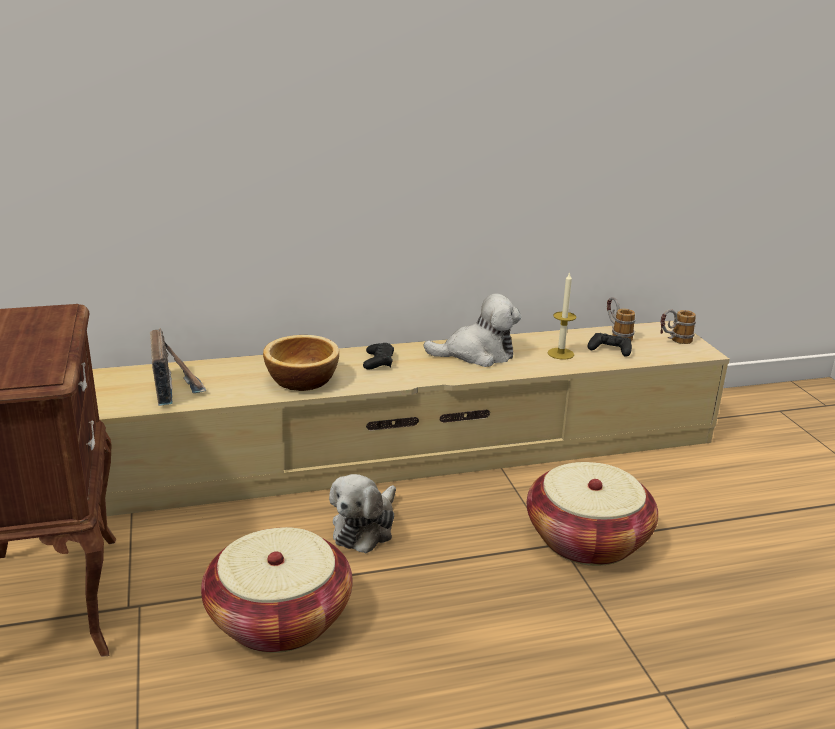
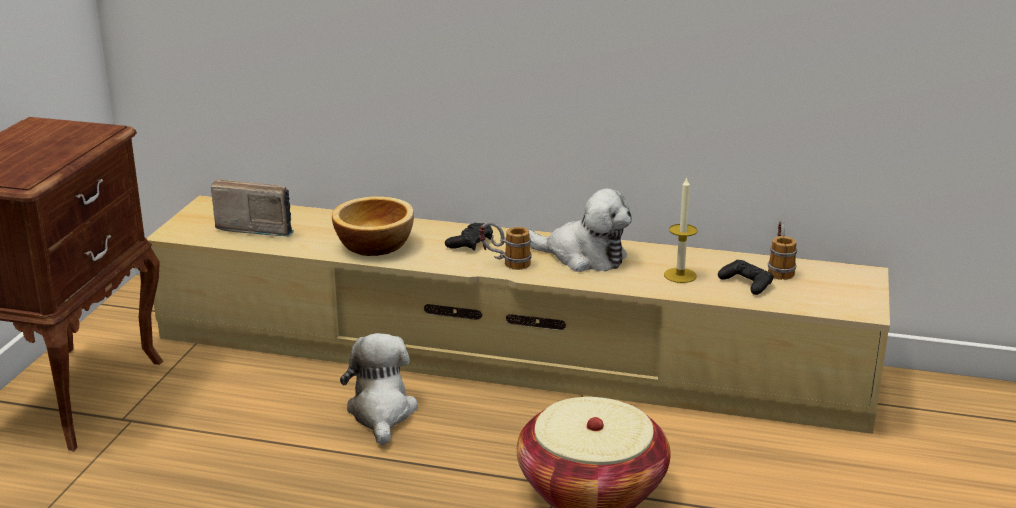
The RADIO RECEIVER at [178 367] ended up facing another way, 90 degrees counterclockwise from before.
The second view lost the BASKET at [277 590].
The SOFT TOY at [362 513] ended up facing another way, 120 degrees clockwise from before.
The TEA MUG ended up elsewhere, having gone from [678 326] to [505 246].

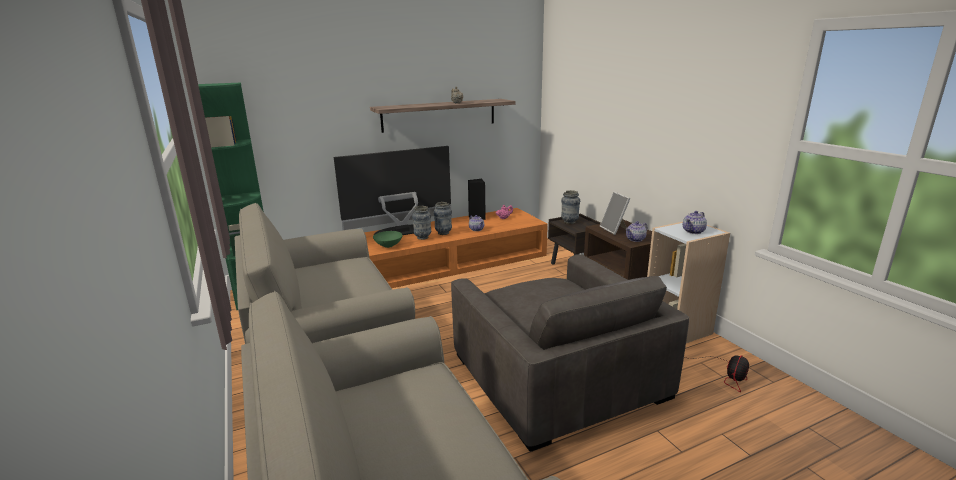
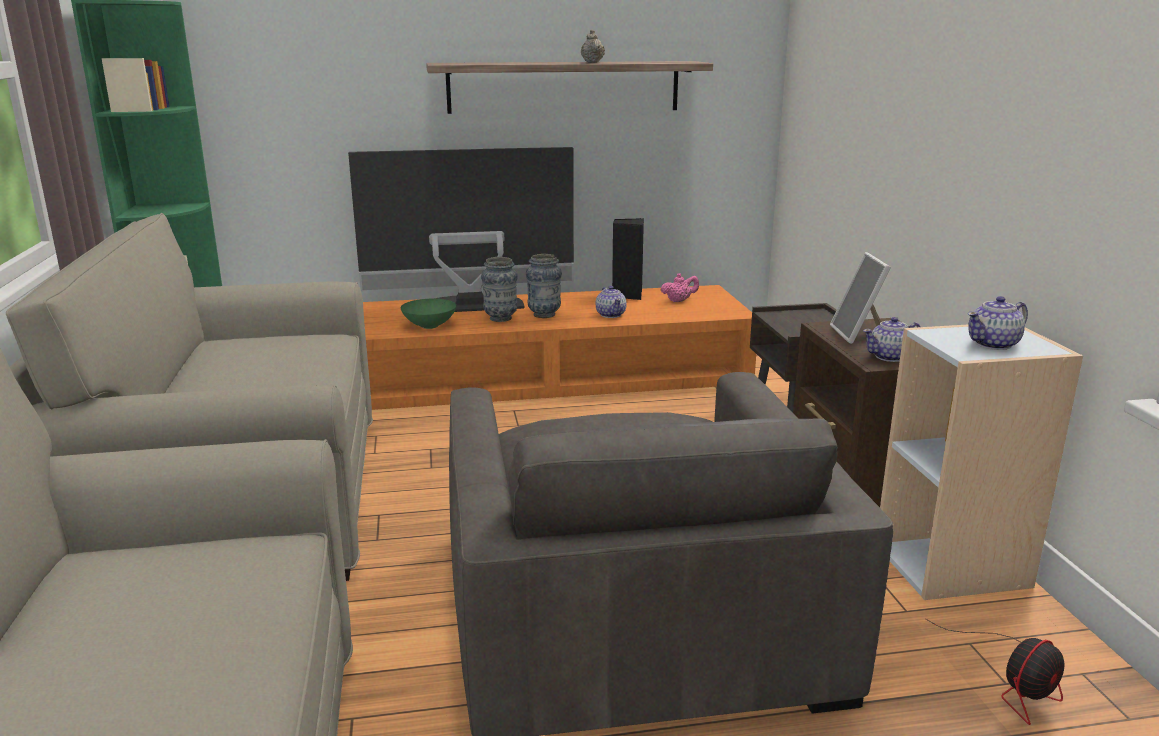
The second view lost the DECORATIVE VASE at [570 207].

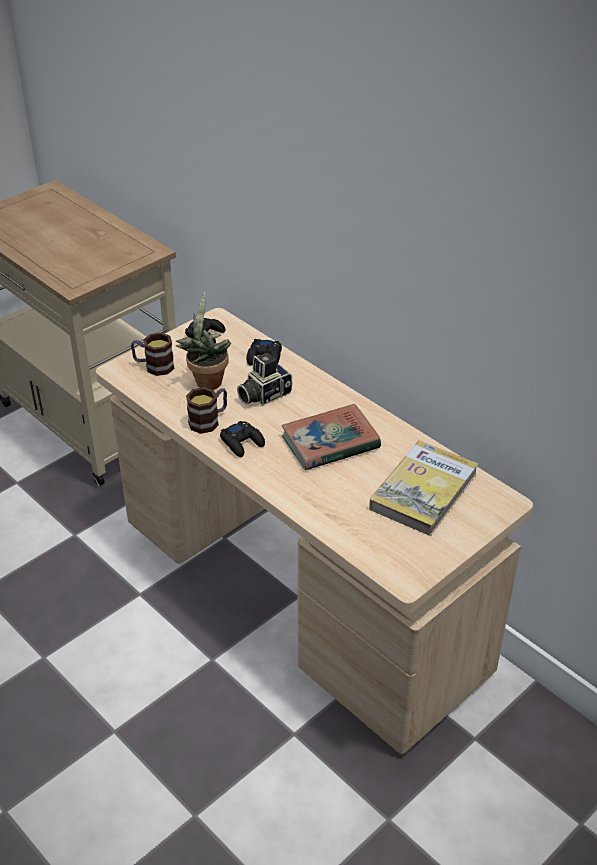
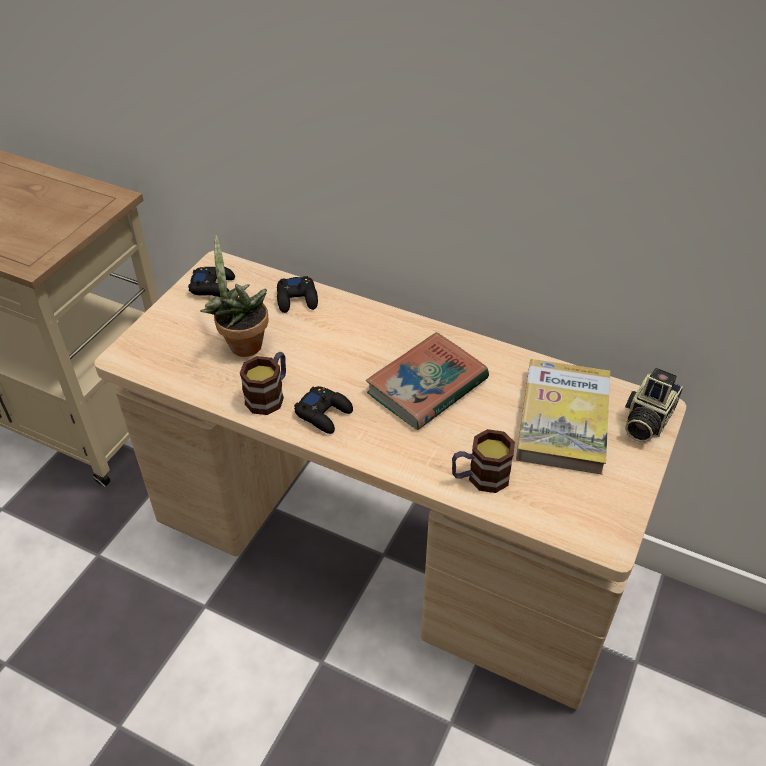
The TEA MUG ended up elsewhere, having gone from [153 354] to [483 461].
The STILL CAMERA ended up elsewhere, having gone from [264 379] to [654 405].

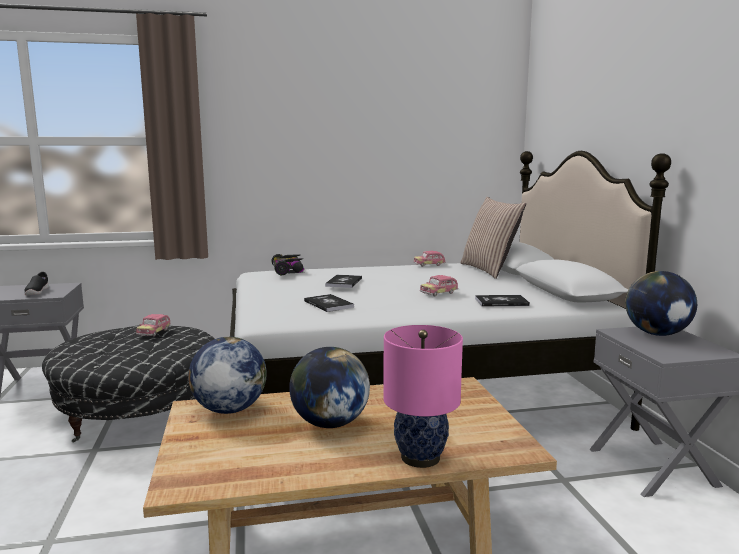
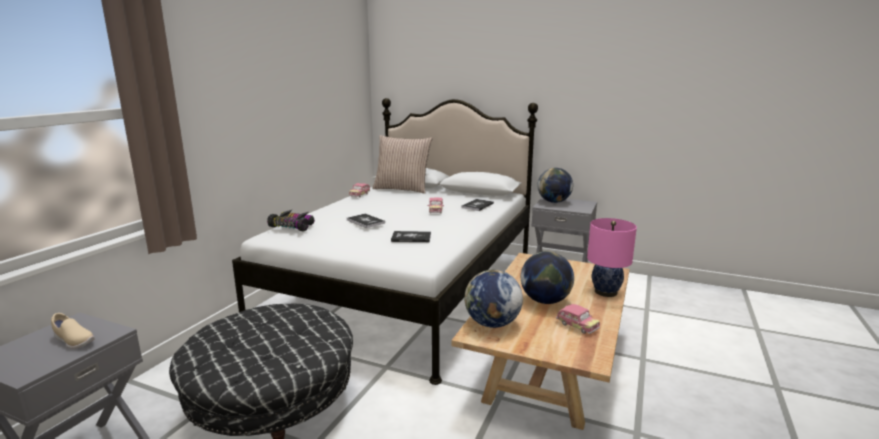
What was the BLACK ITEM OF FOOTWEAR at [37 283] turned into the BEIGE-COLOURED ITEM OF FOOTWEAR at [73 331].
The TOY CAR ended up elsewhere, having gone from [153 325] to [578 319].

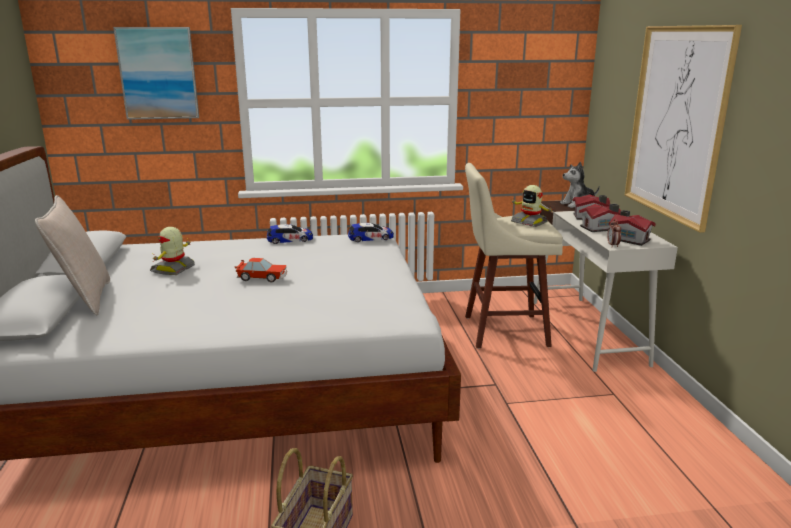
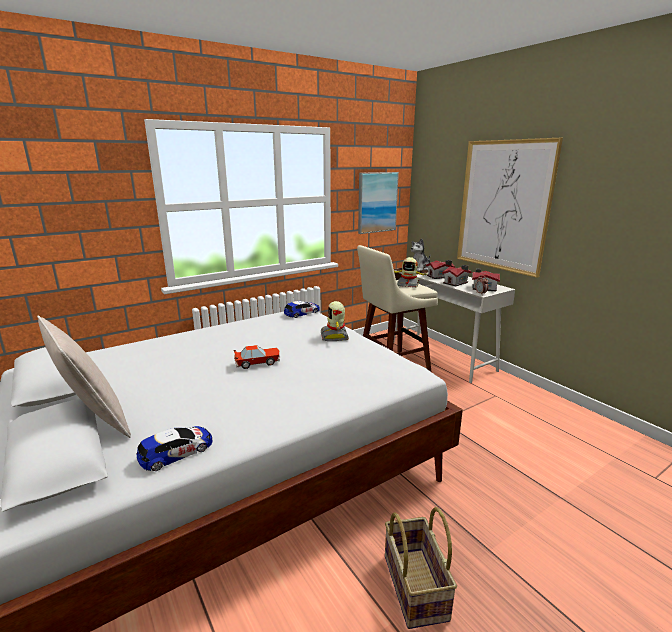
The PICTURE ended up elsewhere, having gone from [156 73] to [378 203].
The MODEL ROBOT ended up elsewhere, having gone from [172 251] to [335 321].
The TOY CAR ended up elsewhere, having gone from [290 234] to [175 448].

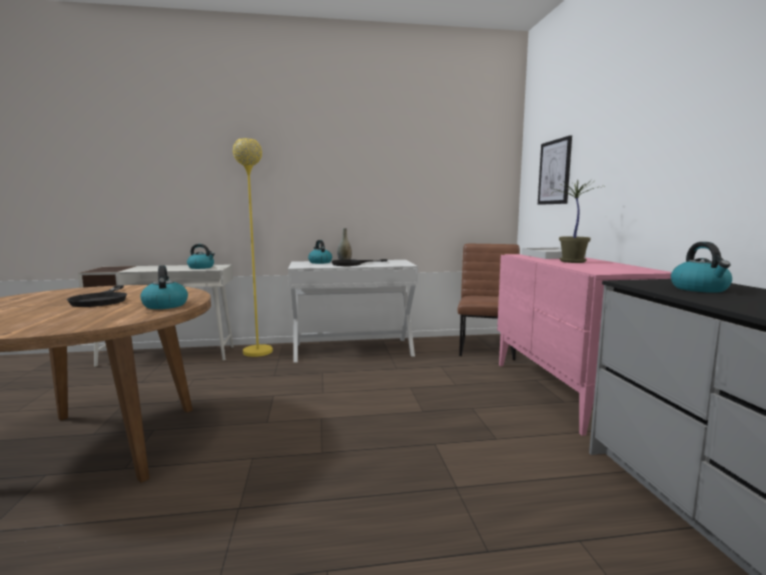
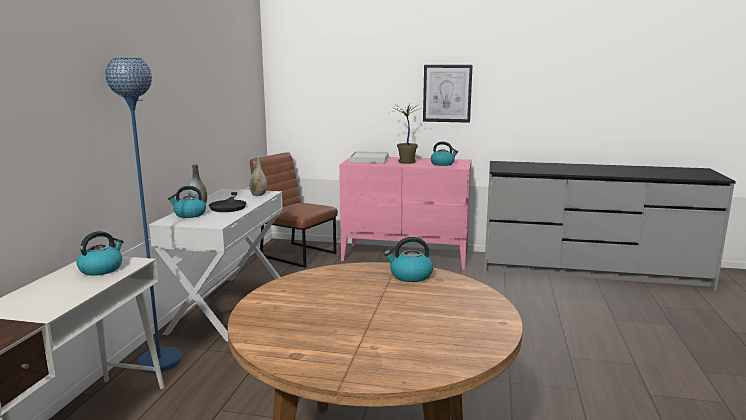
The second view lost the BLACK SKILLET at [97 296].
What was the YELLOWISH STANDARD LAMP at [253 247] turned into the BLUE-COLOURED STANDARD LAMP at [143 215].
The PICTURE ended up elsewhere, having gone from [555 170] to [448 94].
The KETTLE ended up elsewhere, having gone from [701 267] to [444 153].
The second view gained the GRAY DECORATIVE VASE at [258 176].

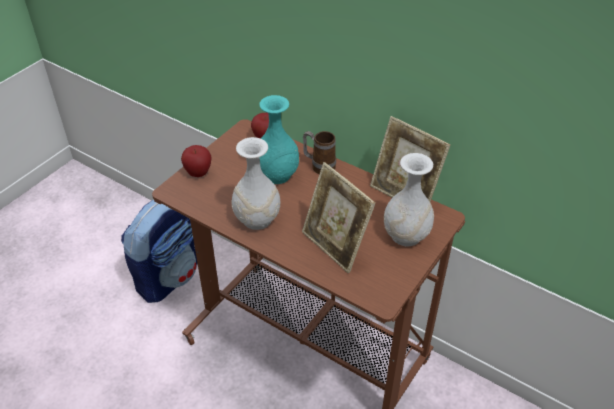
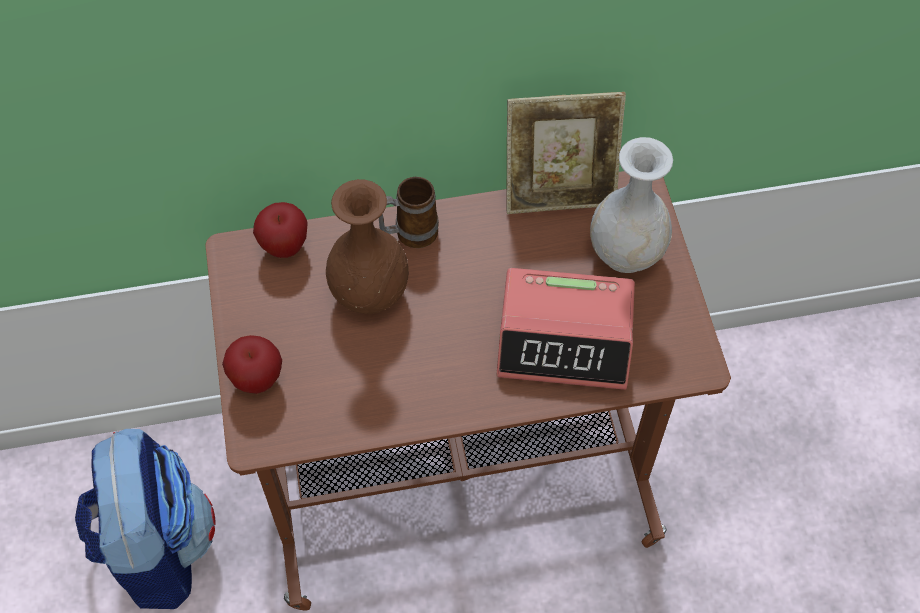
The second view lost the WHITISH DECORATIVE VASE at [256 183].
What was the TURQUOISE-COLOURED DECORATIVE VASE at [279 139] turned into the BROWN-COLOURED DECORATIVE VASE at [367 246].
Where the PHOTO FRAME stood at [338 217], the ALARM CLOCK came to stand at [565 329].

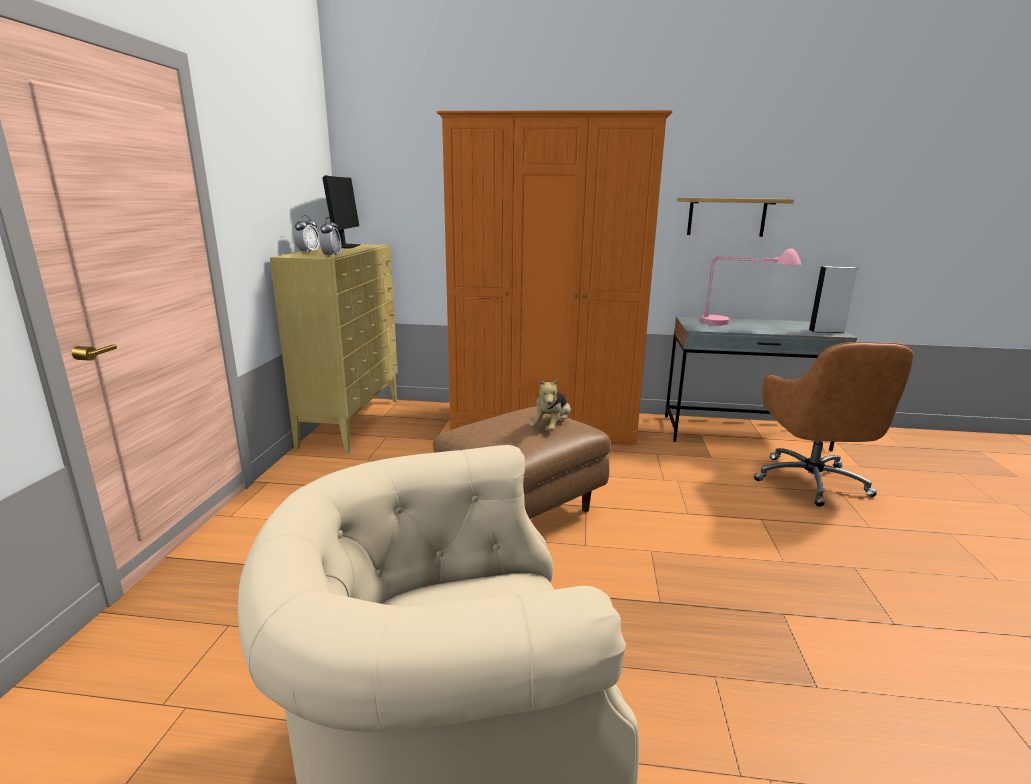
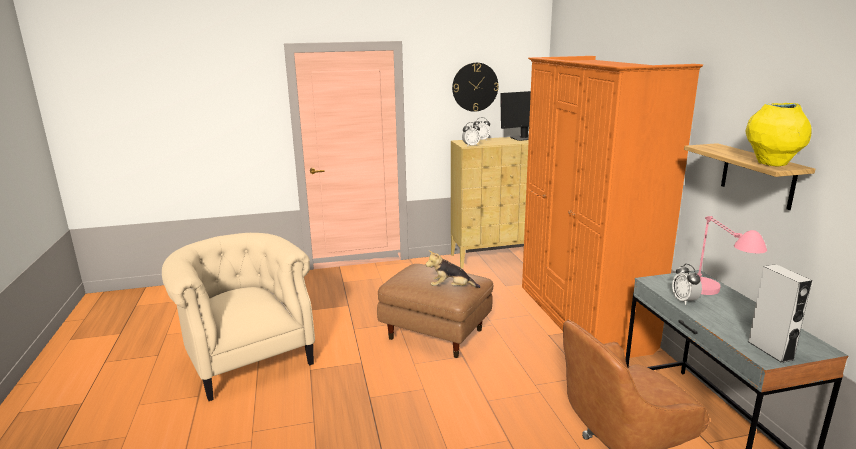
The second view gained the WALL CLOCK at [475 87].
The second view gained the ALARM CLOCK at [687 284].
The second view gained the YELLOWISH DECORATIVE VASE at [779 134].

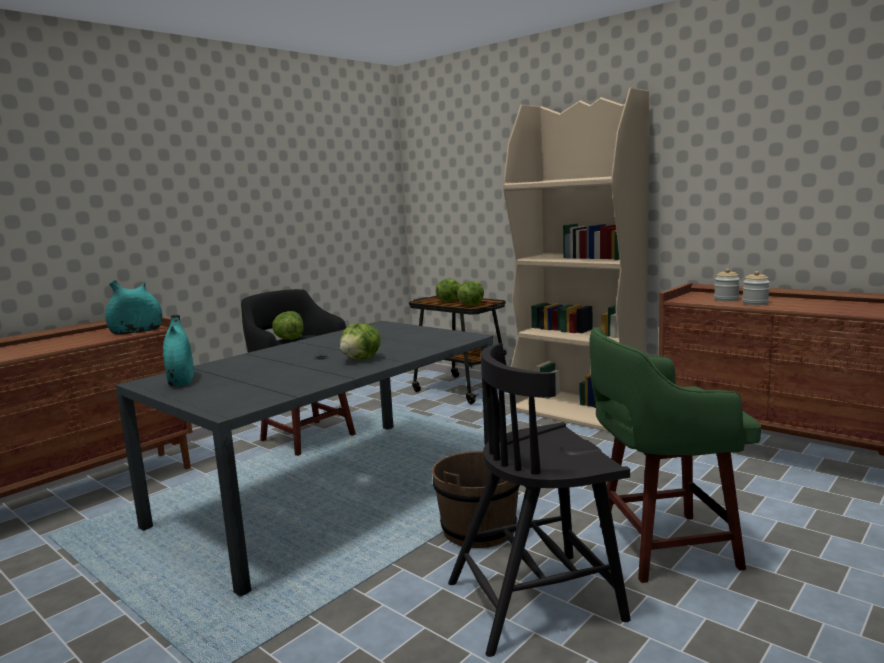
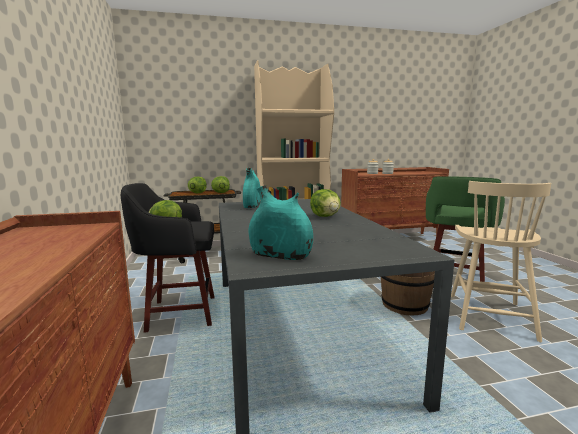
The TURQUOISE-COLOURED DECORATIVE VASE ended up elsewhere, having gone from [134 307] to [252 188].
What was the BLACK UPRIGHT CHAIR at [539 500] turned into the BEIGE-COLOURED UPRIGHT CHAIR at [501 261].

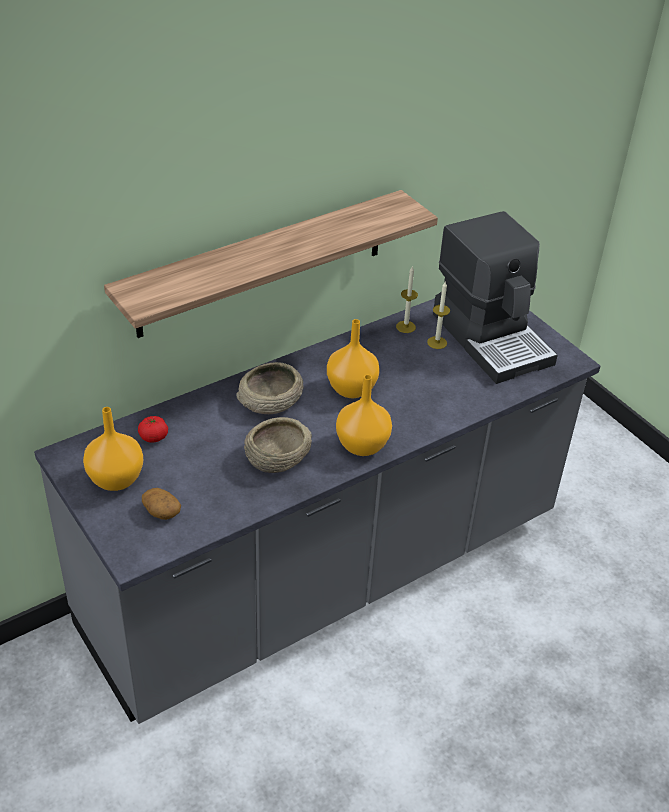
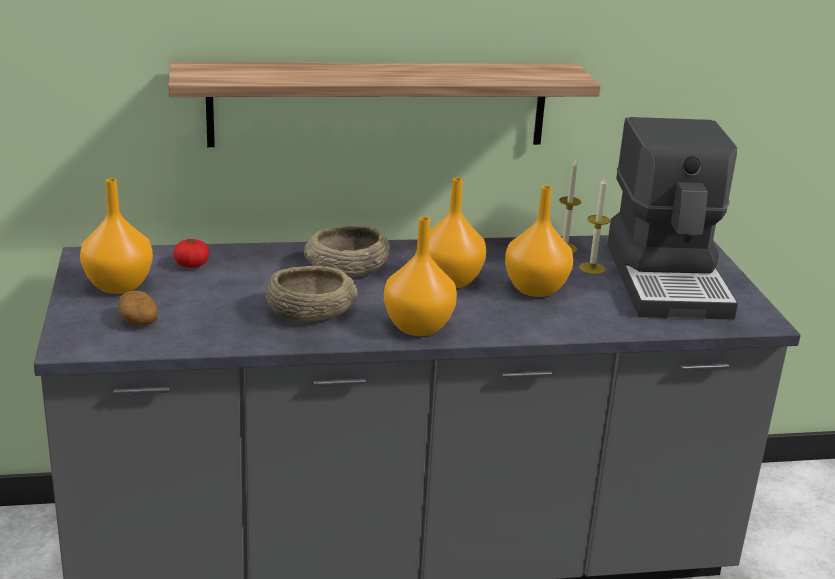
The second view gained the ORANGEY DECORATIVE VASE at [539 241].

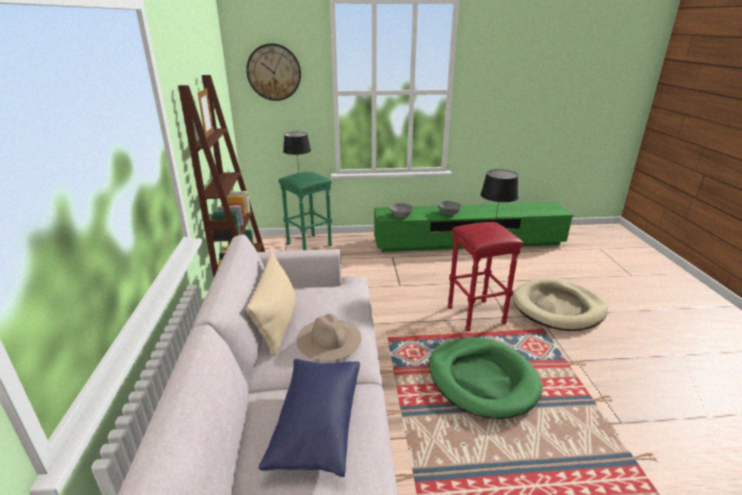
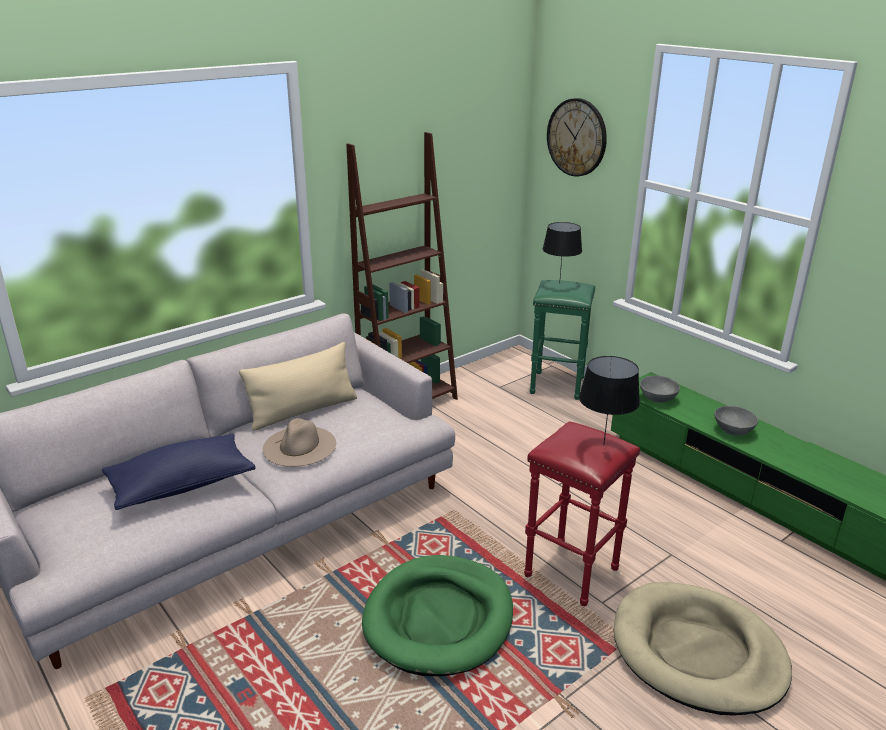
The second view lost the PHOTO FRAME at [206 113].

